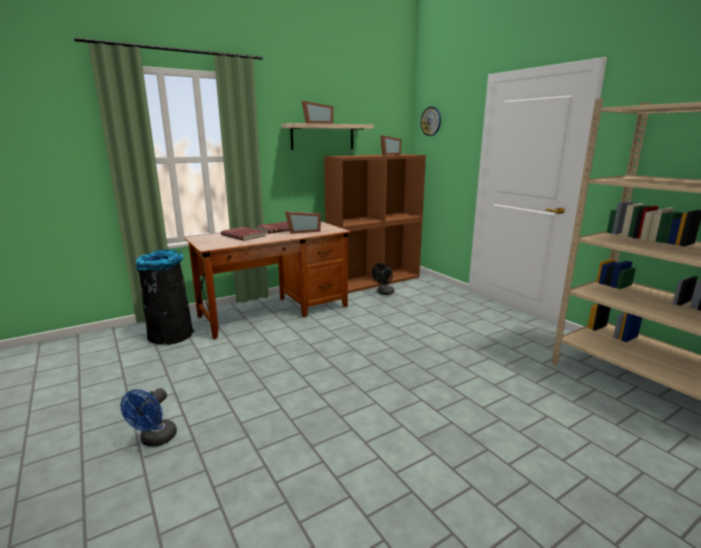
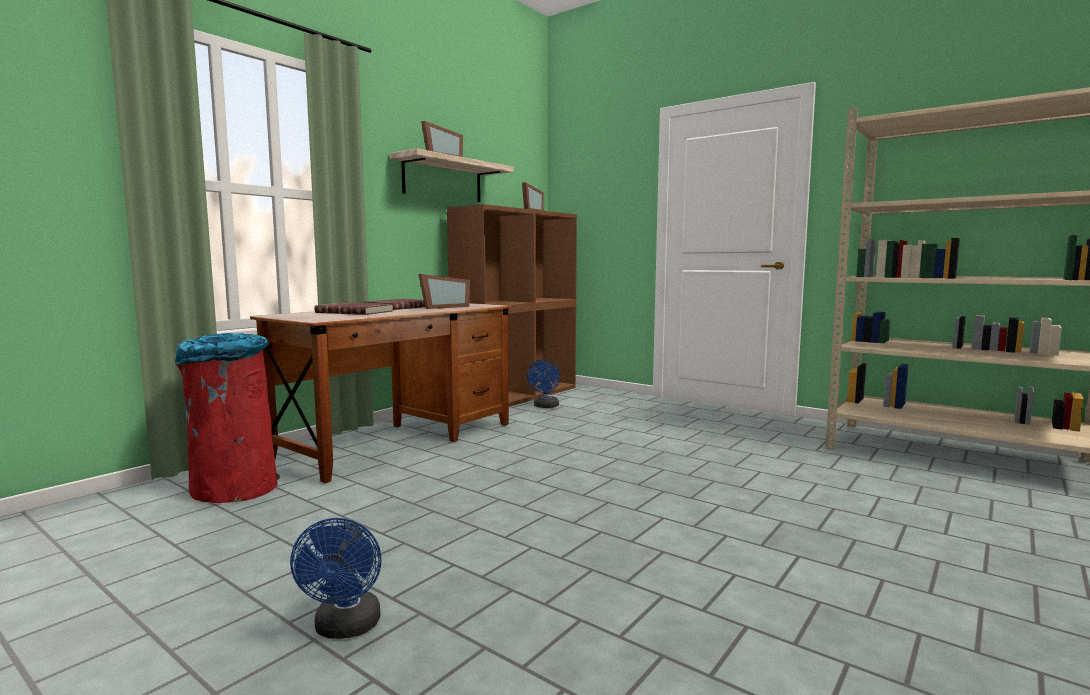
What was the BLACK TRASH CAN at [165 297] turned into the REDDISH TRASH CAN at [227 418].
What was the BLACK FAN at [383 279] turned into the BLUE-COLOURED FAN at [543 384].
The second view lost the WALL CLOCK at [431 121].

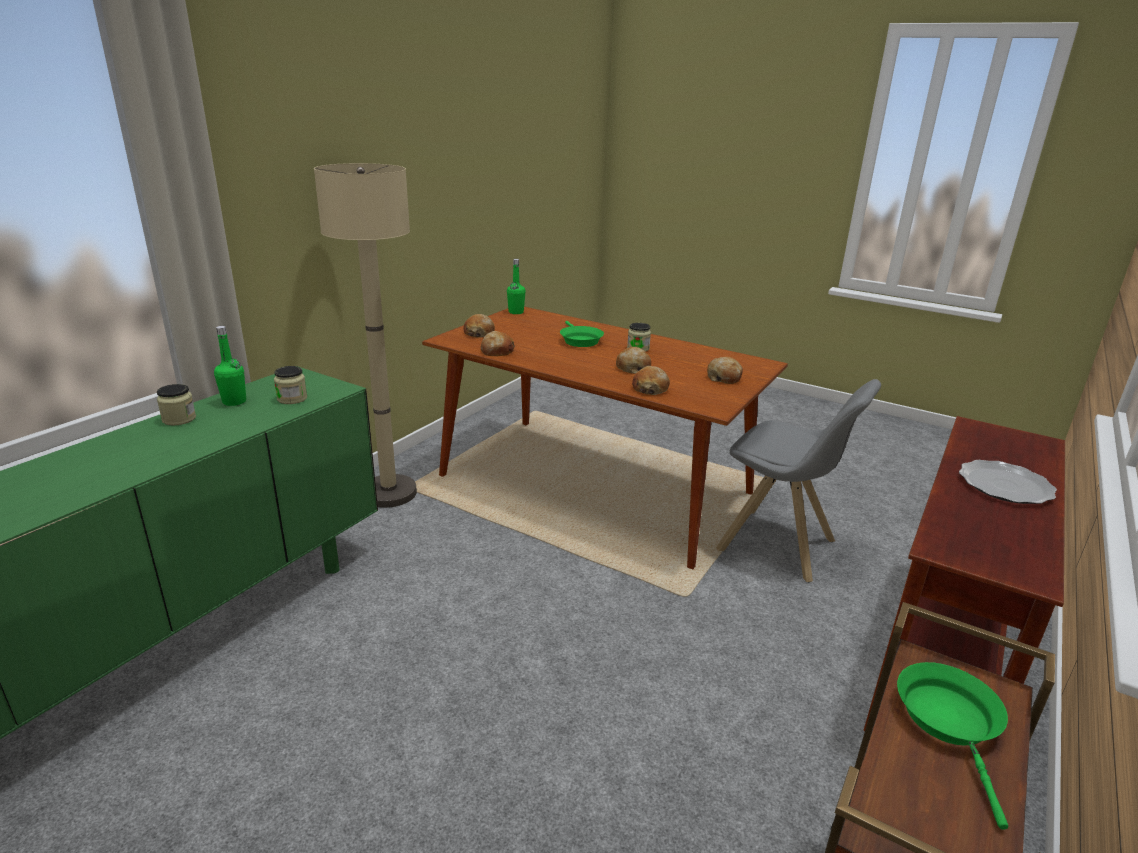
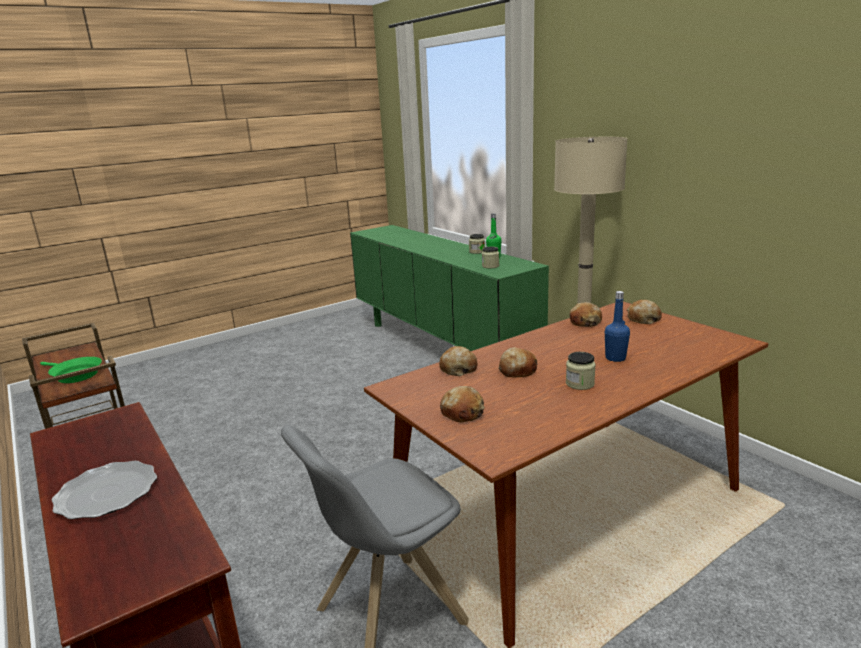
The second view lost the GREEN BOTTLE at [516 286].
Where the GREEN SKILLET stood at [582 334], the BLUE-COLOURED BOTTLE came to stand at [617 326].

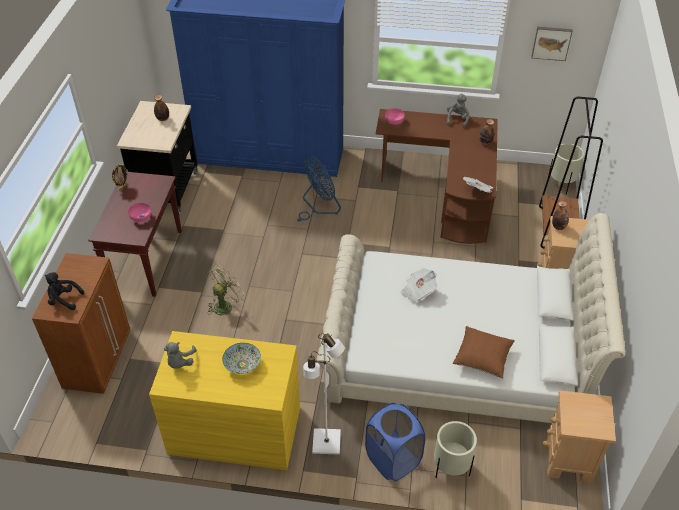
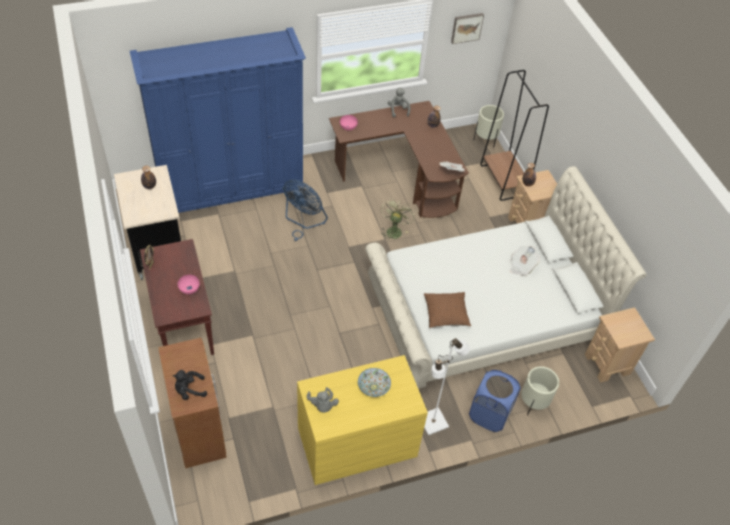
The GREEN FAN ended up elsewhere, having gone from [225 290] to [398 219].
The DAILY PAPER ended up elsewhere, having gone from [419 285] to [525 261].
The BROWN-COLOURED THROW PILLOW ended up elsewhere, having gone from [484 352] to [447 310].

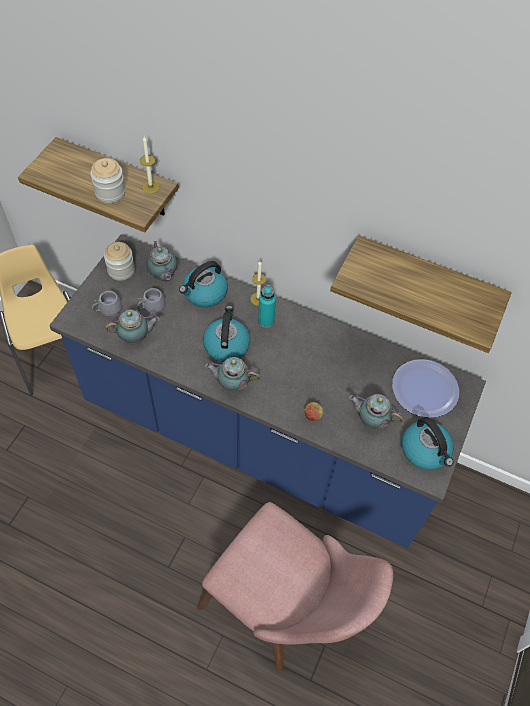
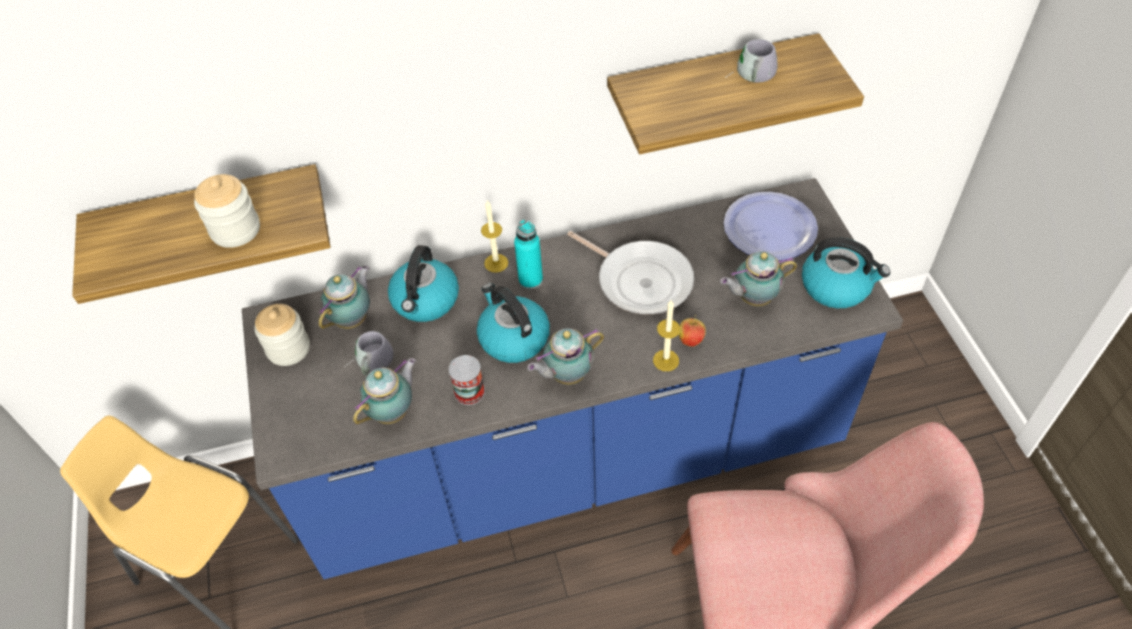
The GRAY TEA MUG ended up elsewhere, having gone from [107 303] to [751 61].
The CANDLE ended up elsewhere, having gone from [150 165] to [666 335].
The TEAPOT at [161 261] ended up facing another way, 90 degrees counterclockwise from before.
The second view gained the SEALED CAN at [467 380].
The second view gained the SKILLET at [630 272].

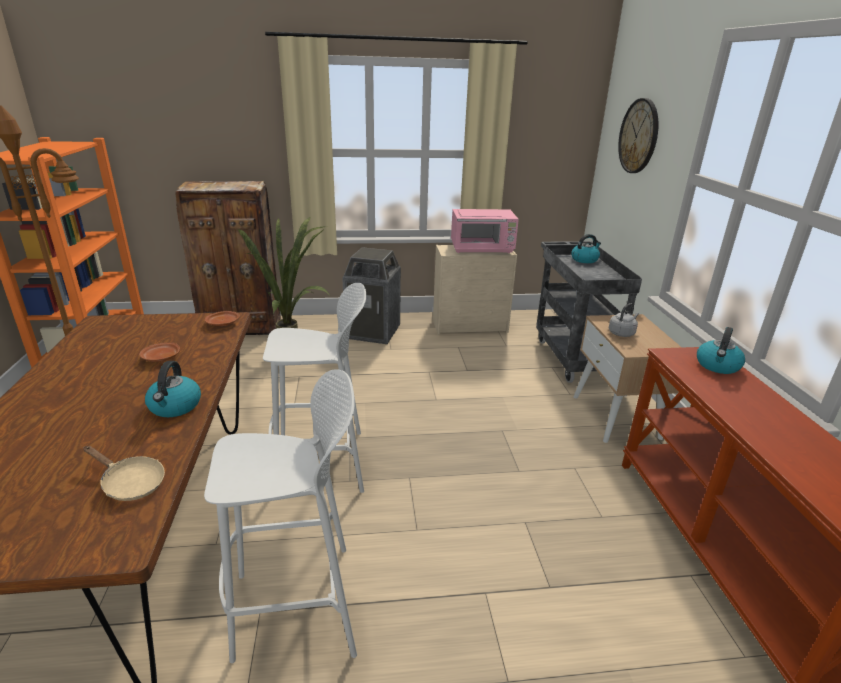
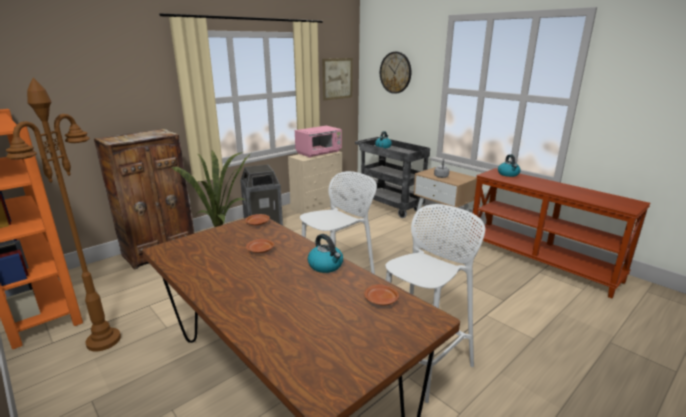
Where the BEIGE-COLOURED SKILLET stood at [124 473], the BROWN-COLOURED DINNER PLATE came to stand at [381 295].
The second view gained the PICTURE at [337 79].

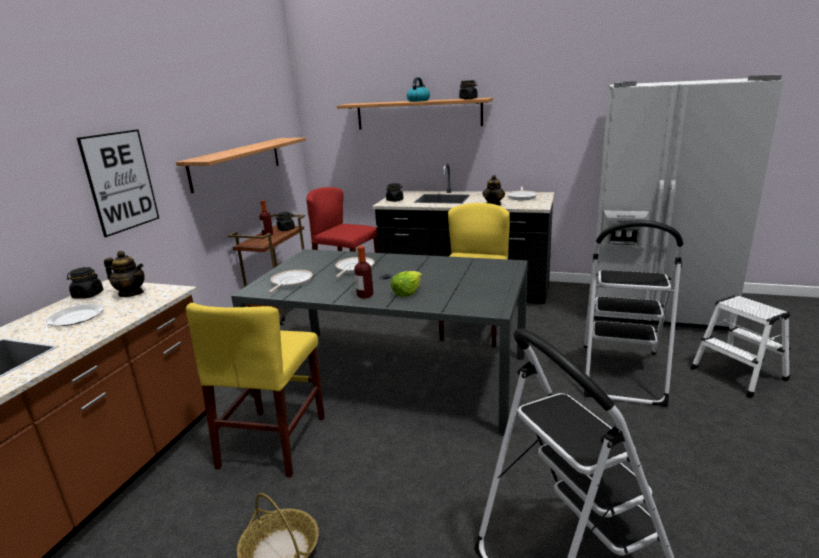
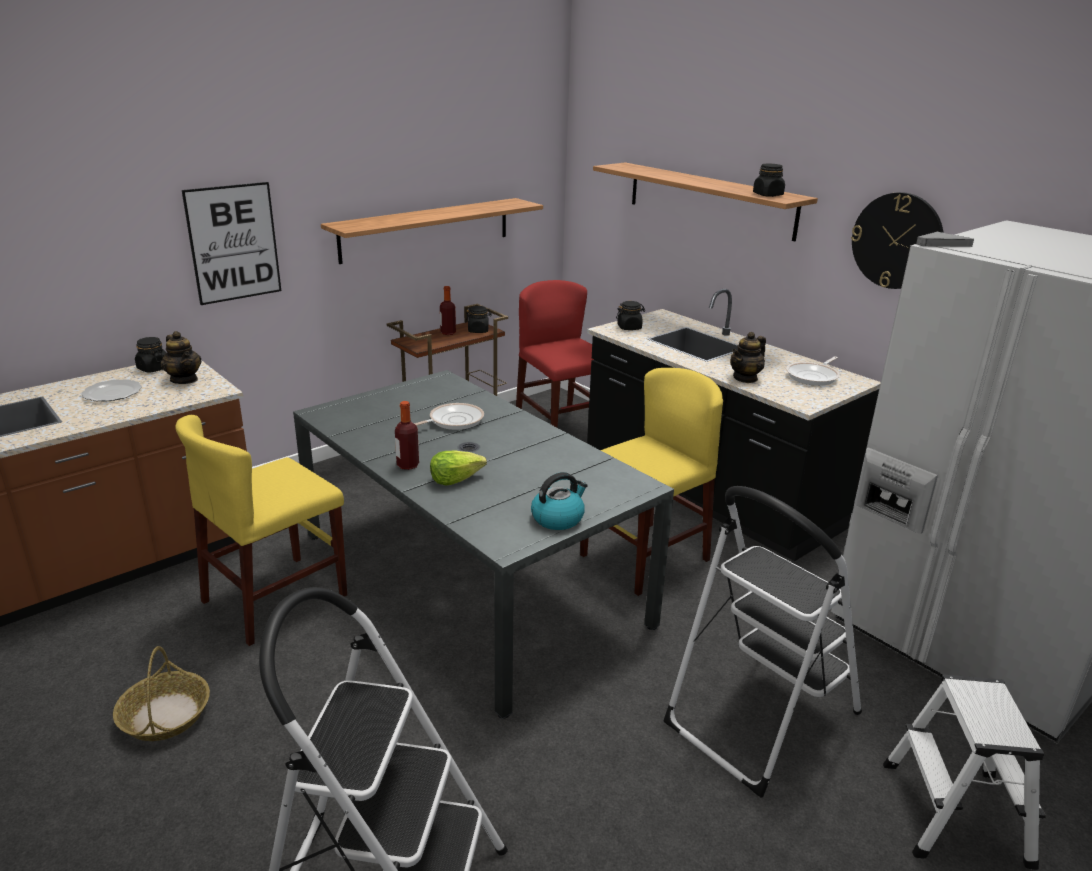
The second view lost the SKILLET at [290 281].
The KETTLE ended up elsewhere, having gone from [418 89] to [559 501].
The second view gained the WALL CLOCK at [897 240].

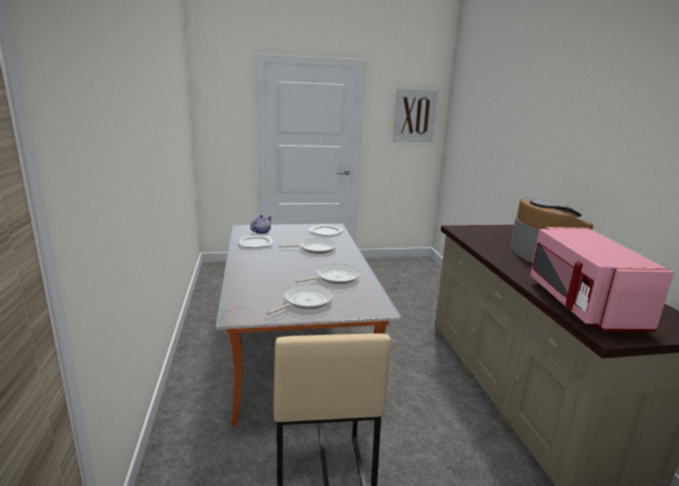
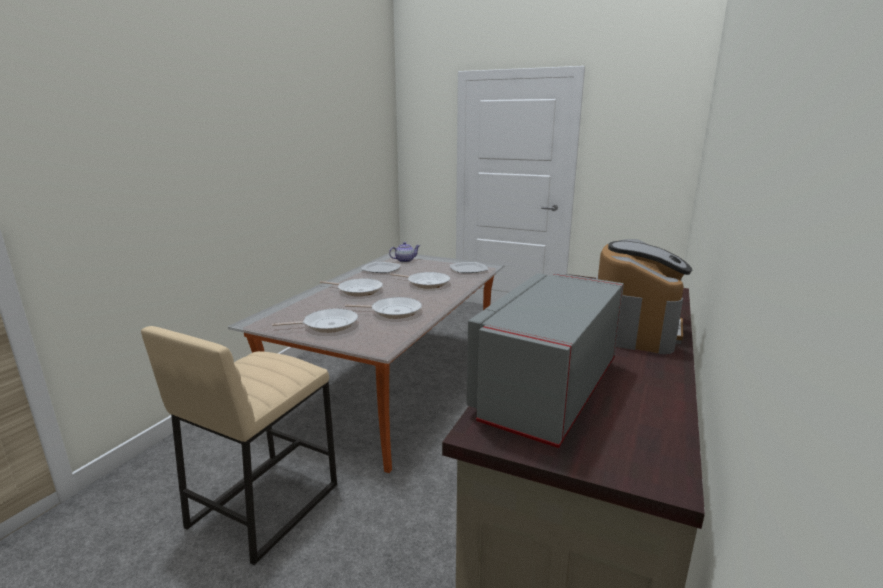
The second view lost the PICTURE at [415 115].
What was the PINKISH MICROWAVE OVEN at [602 279] turned into the GRAY MICROWAVE OVEN at [545 360].
The second view gained the SKILLET at [351 287].

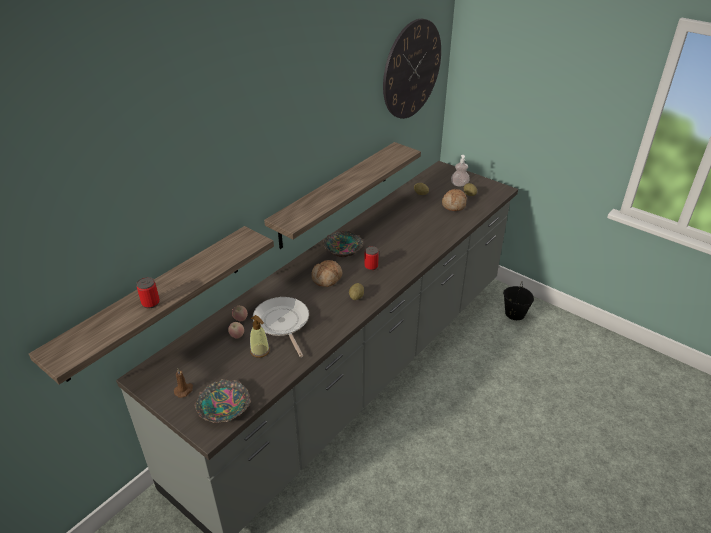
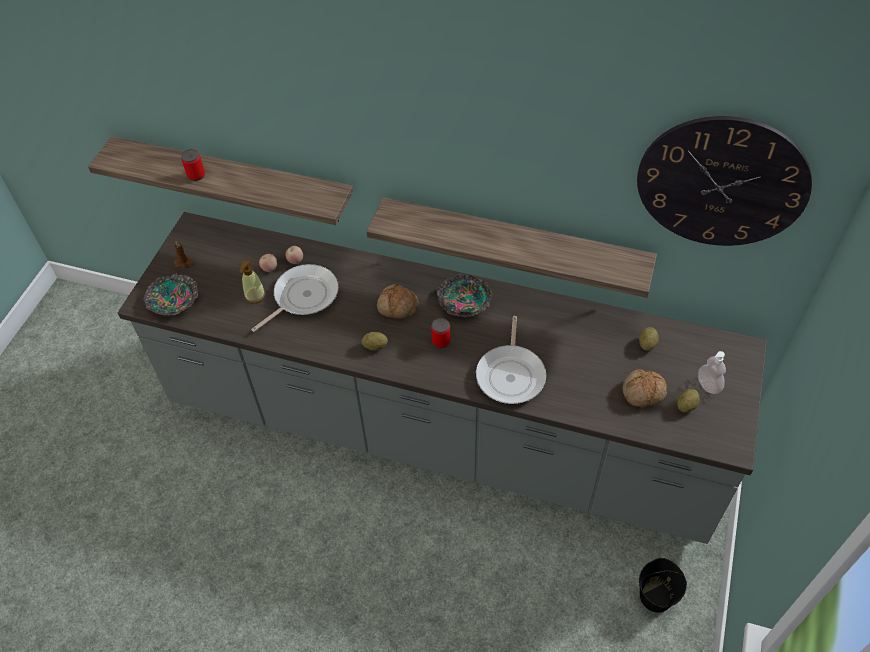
The second view gained the SKILLET at [511 360].

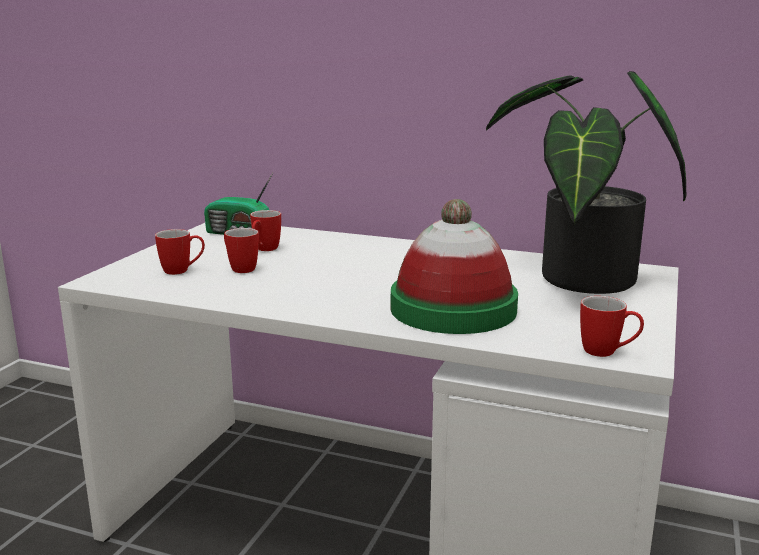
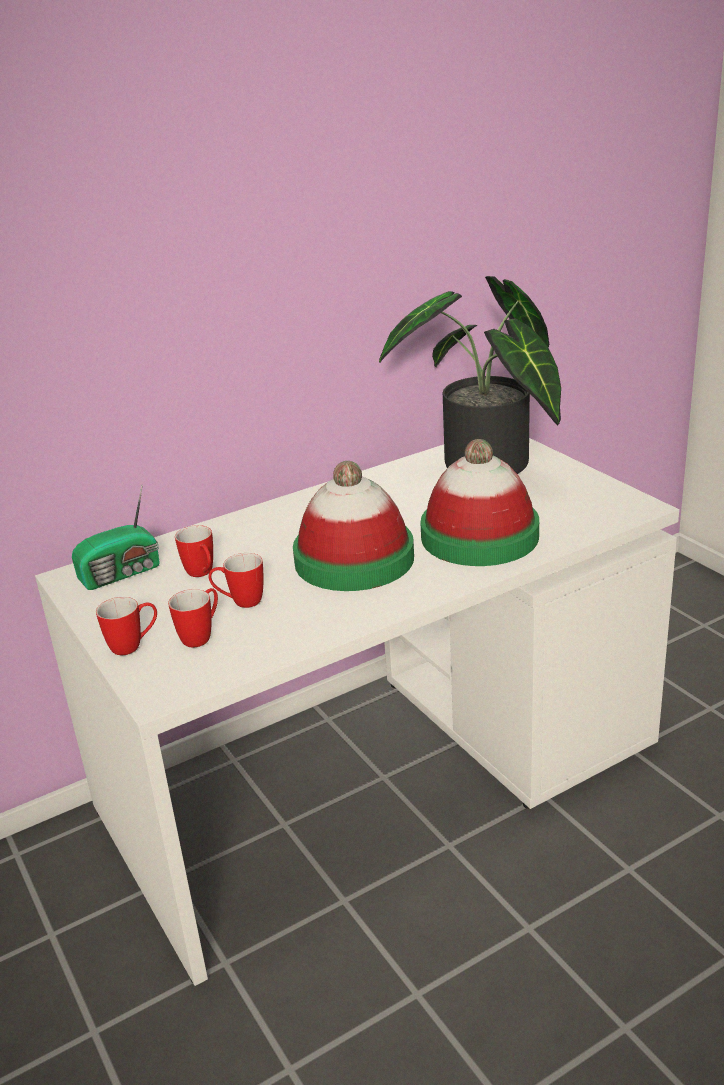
The TEA MUG ended up elsewhere, having gone from [612 326] to [126 626].
The second view gained the WEARABLE HAT at [353 526].

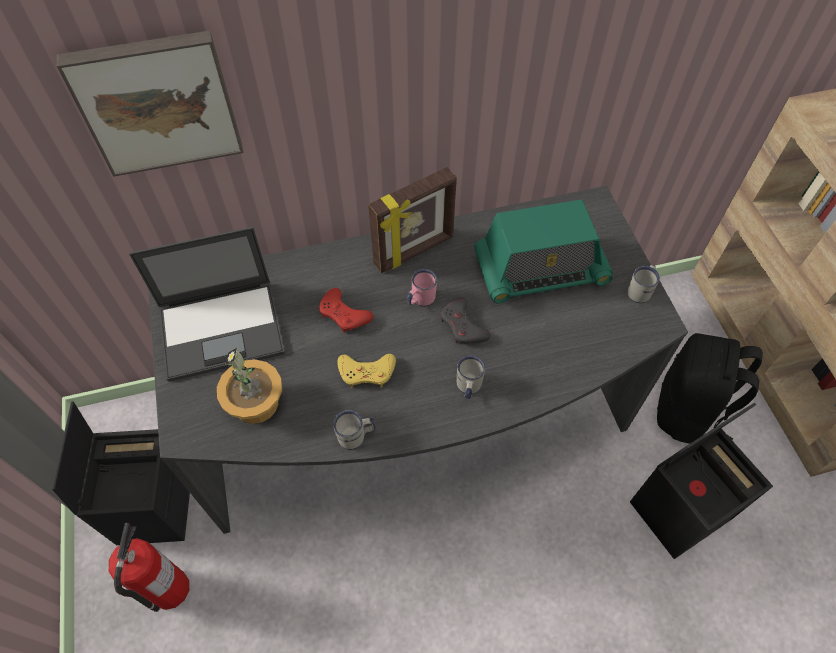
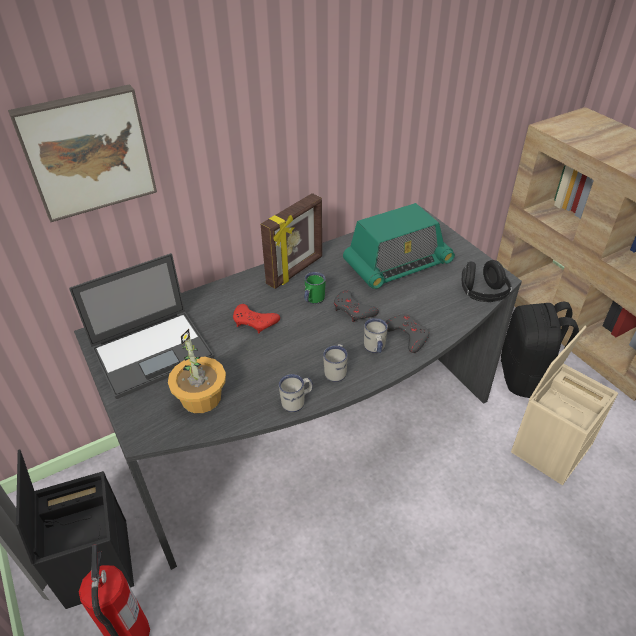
The second view lost the YELLOWISH GAMEPAD at [366 371].
What was the PINKISH TEA MUG at [422 288] turned into the GREEN TEA MUG at [315 288].
The WHITISH TEA MUG ended up elsewhere, having gone from [643 284] to [335 363].
What was the BLACK STORAGE BOX at [701 481] turned into the BEIGE-COLOURED STORAGE BOX at [564 405].
The second view gained the GRAY GAMEPAD at [407 333].
The second view gained the BLACK HEADSET at [487 281].

